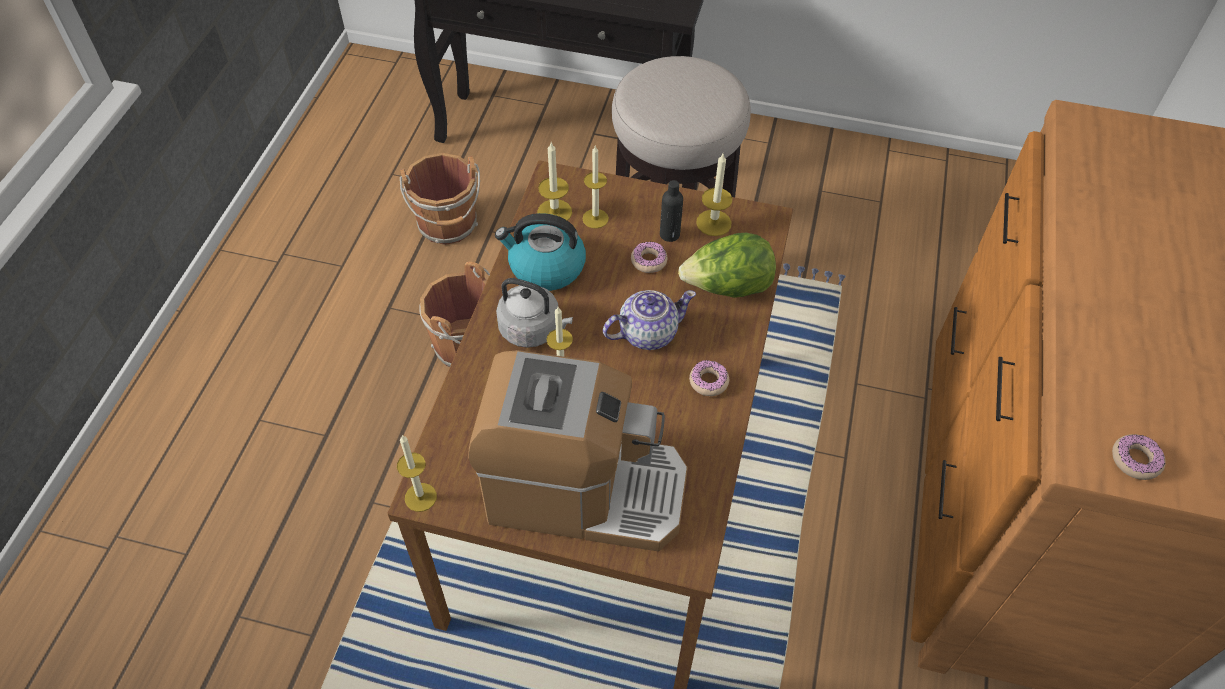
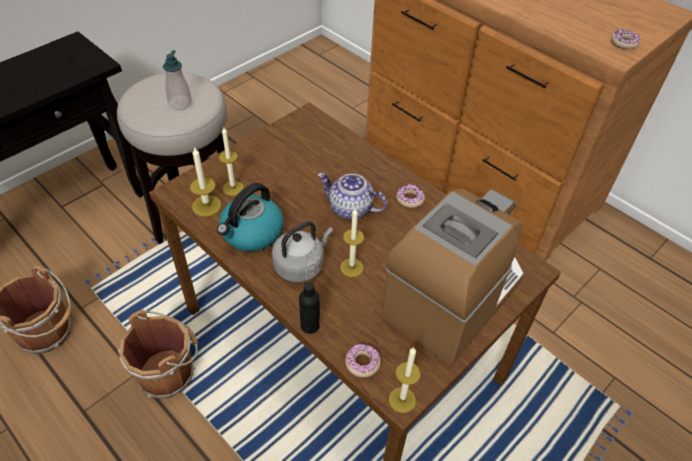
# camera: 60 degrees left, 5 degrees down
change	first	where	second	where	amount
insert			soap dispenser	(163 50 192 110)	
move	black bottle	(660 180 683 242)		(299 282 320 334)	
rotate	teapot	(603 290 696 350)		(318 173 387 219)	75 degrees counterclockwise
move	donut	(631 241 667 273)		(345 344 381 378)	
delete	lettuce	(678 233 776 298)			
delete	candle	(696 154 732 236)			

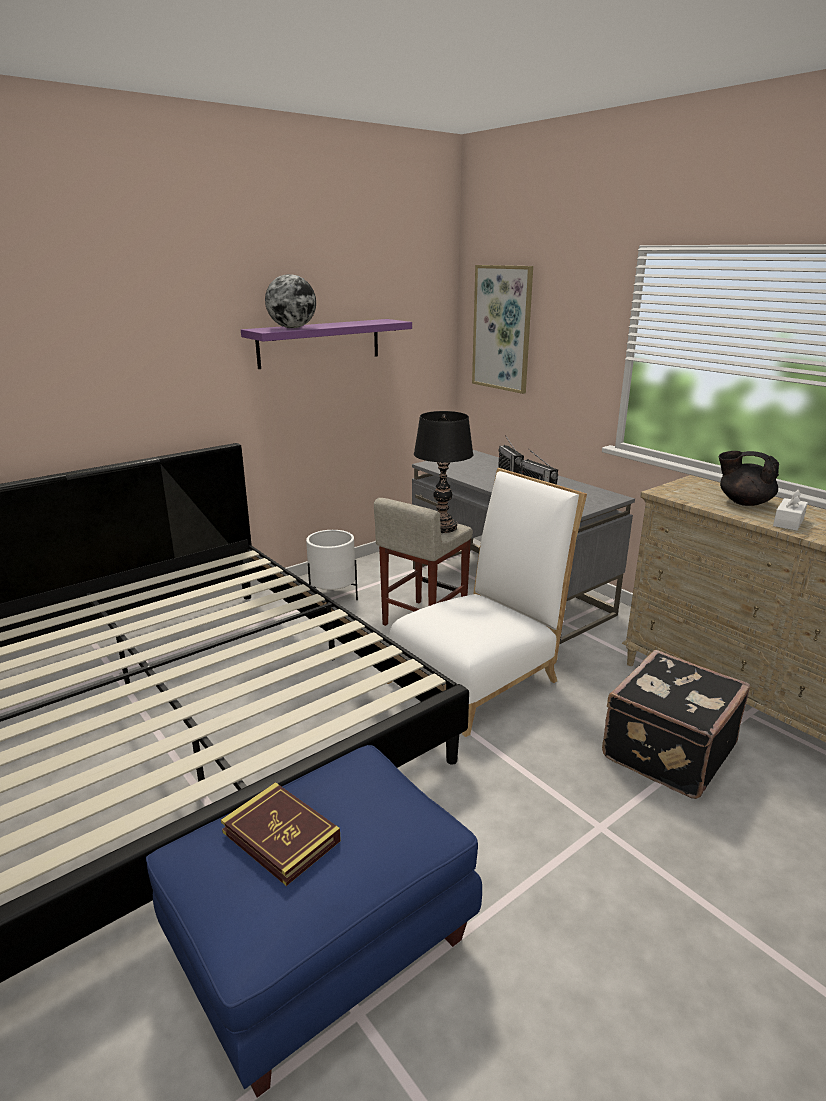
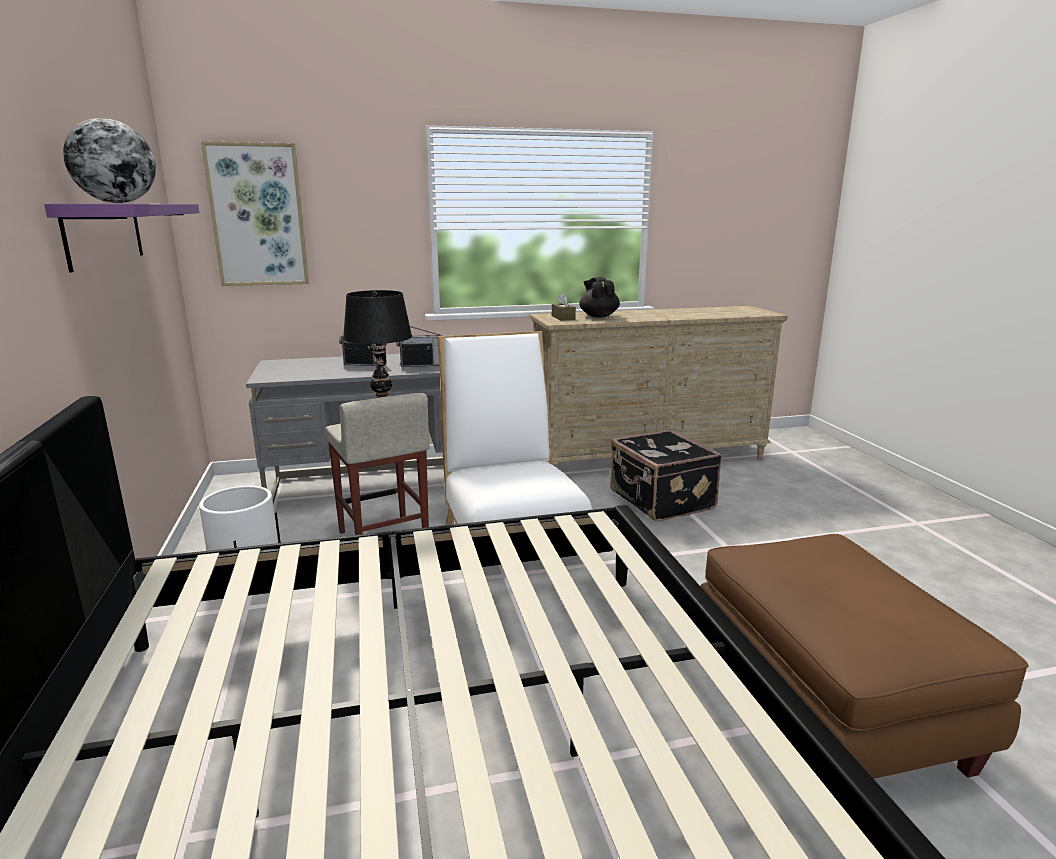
# camera: 65 degrees left, 5 degrees down
change	first	where	second	where	amount
insert			brown tissue box	(552 293 576 321)	
rotate	black teapot	(719 451 779 506)		(579 277 620 318)	105 degrees clockwise
recolor	blue ottoman	(146 745 482 1098)	brown ottoman	(700 534 1028 779)	
delete	book	(221 782 341 886)			
delete	white tissue box	(773 489 808 531)			

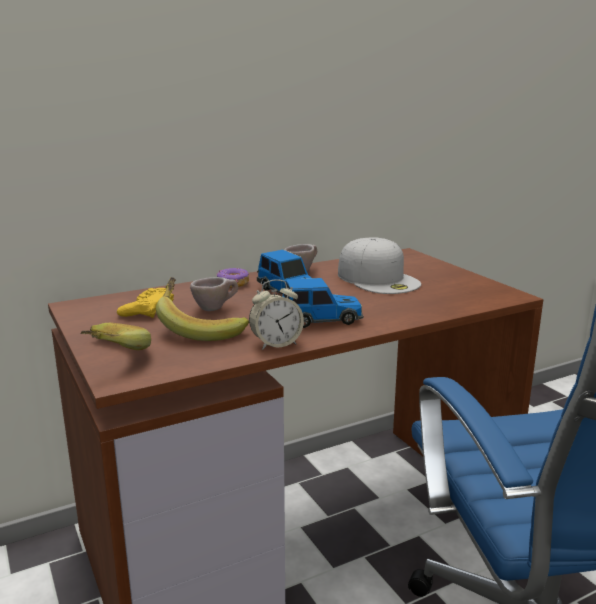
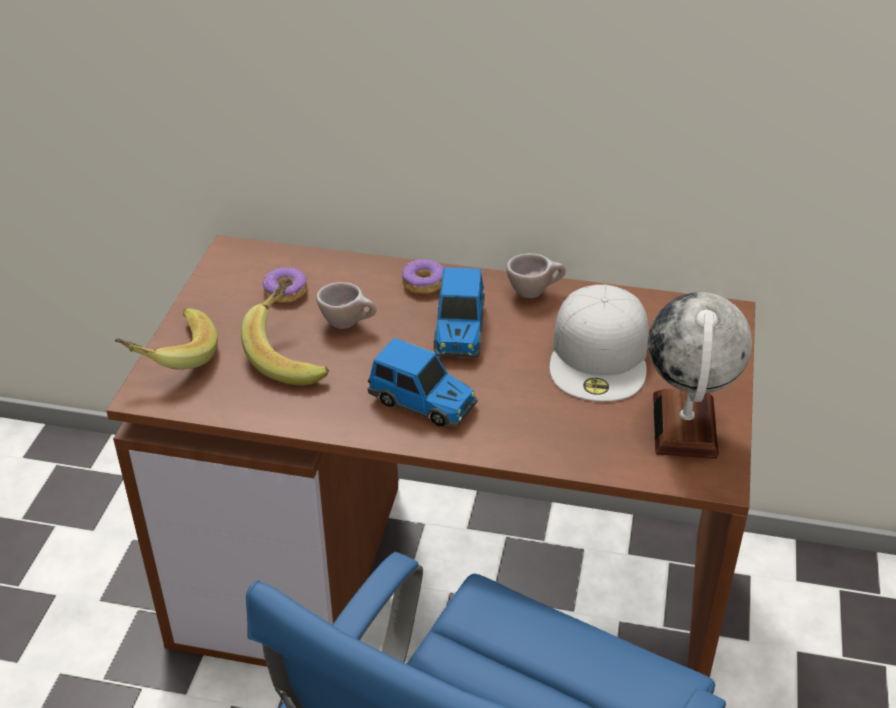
# camera: 40 degrees right, 20 degrees up
change	first	where	second	where	amount
replace	yellow game controller	(117 288 174 318)	donut	(262 267 307 303)	
insert			globe	(648 292 752 459)	
delete	alarm clock	(249 279 304 350)			

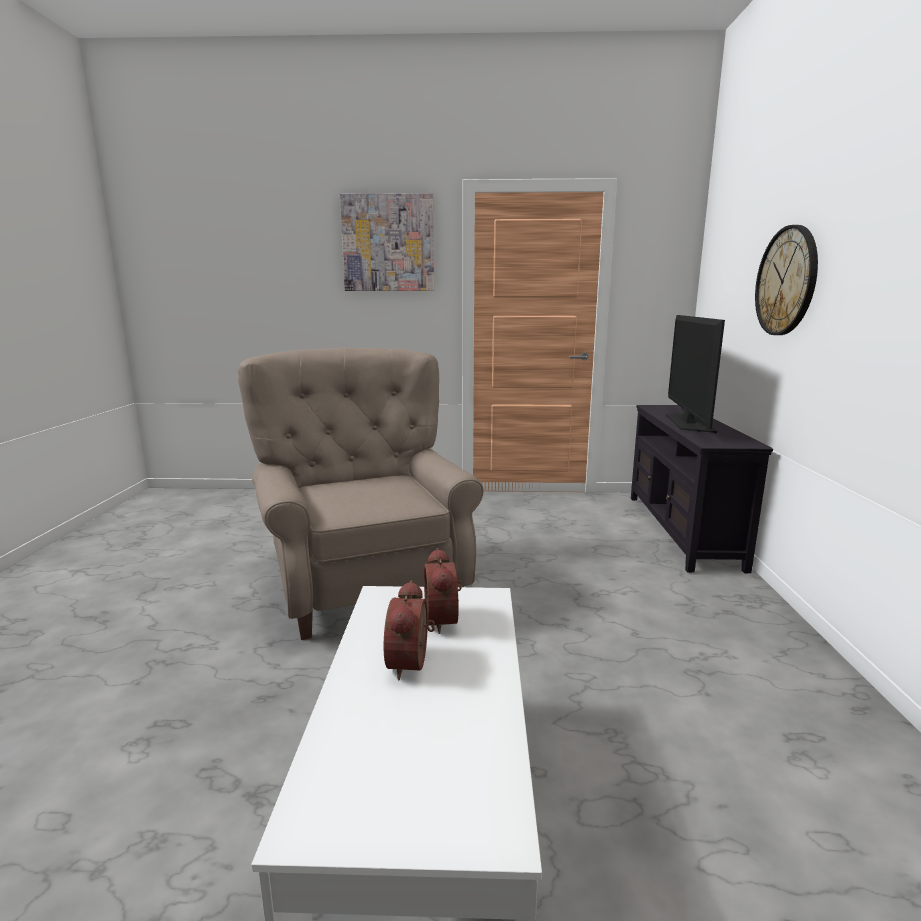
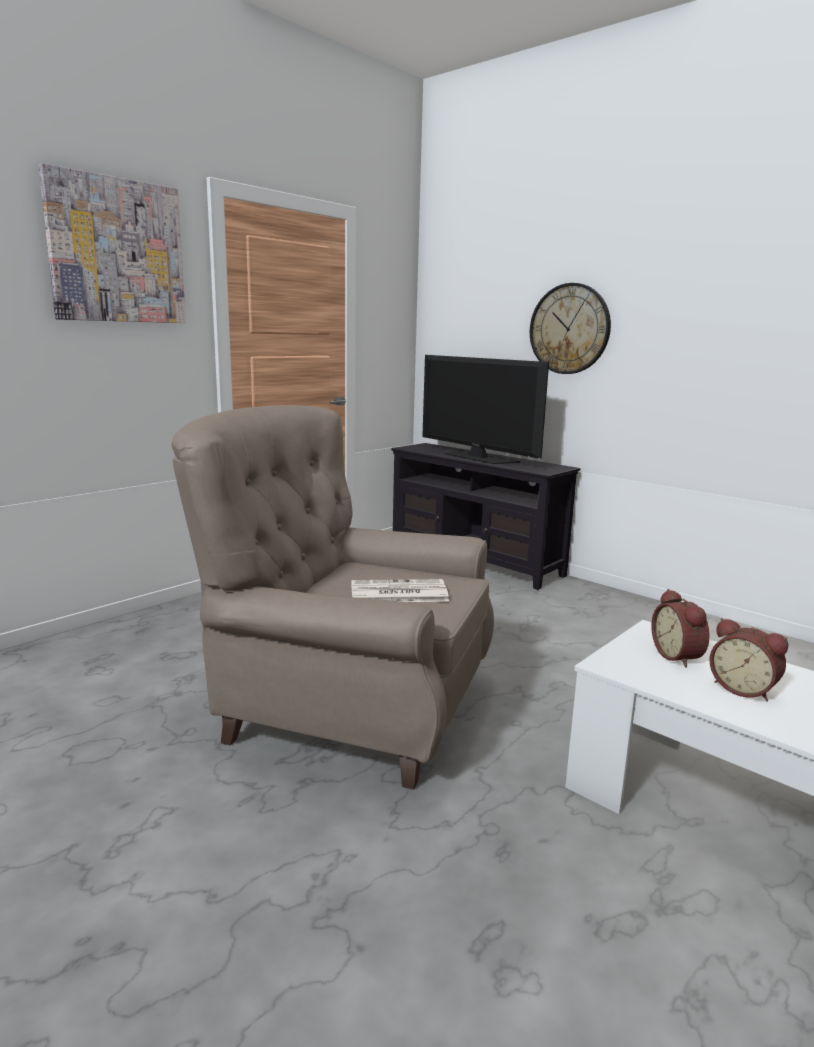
# camera: 50 degrees left, 0 degrees up
change	first	where	second	where	amount
insert			newspaper	(351 579 449 602)	
rotate	alarm clock	(424 548 462 634)		(651 589 709 668)	45 degrees clockwise

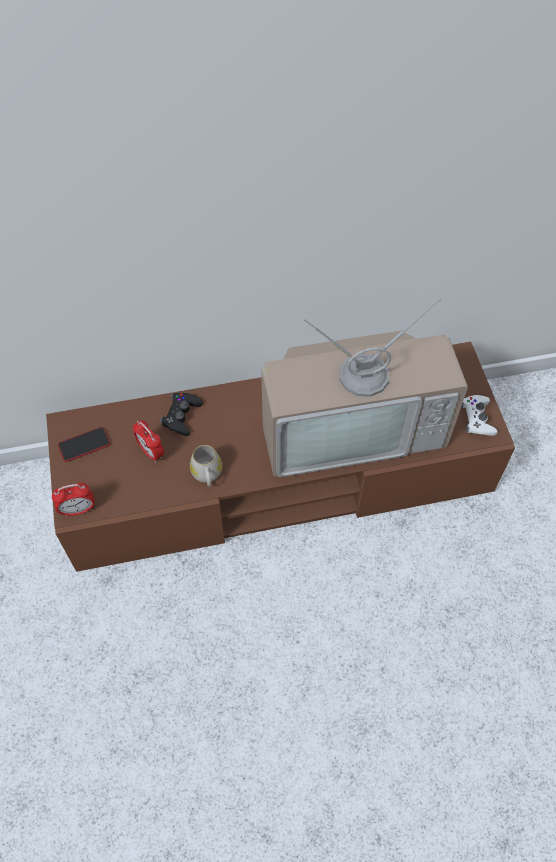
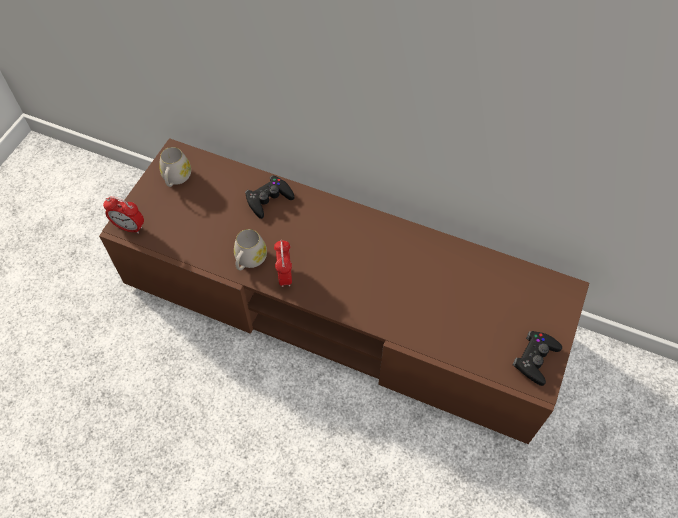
# camera: 35 degrees right, 0 degrees up
change	first	where	second	where	amount
replace	phone	(58 427 110 462)	white mug	(160 147 191 187)	
move	alarm clock	(133 421 164 462)		(274 240 292 287)	
recolor	white game controller	(461 395 498 436)	black game controller	(513 331 562 386)	
delete	television	(261 298 468 477)			

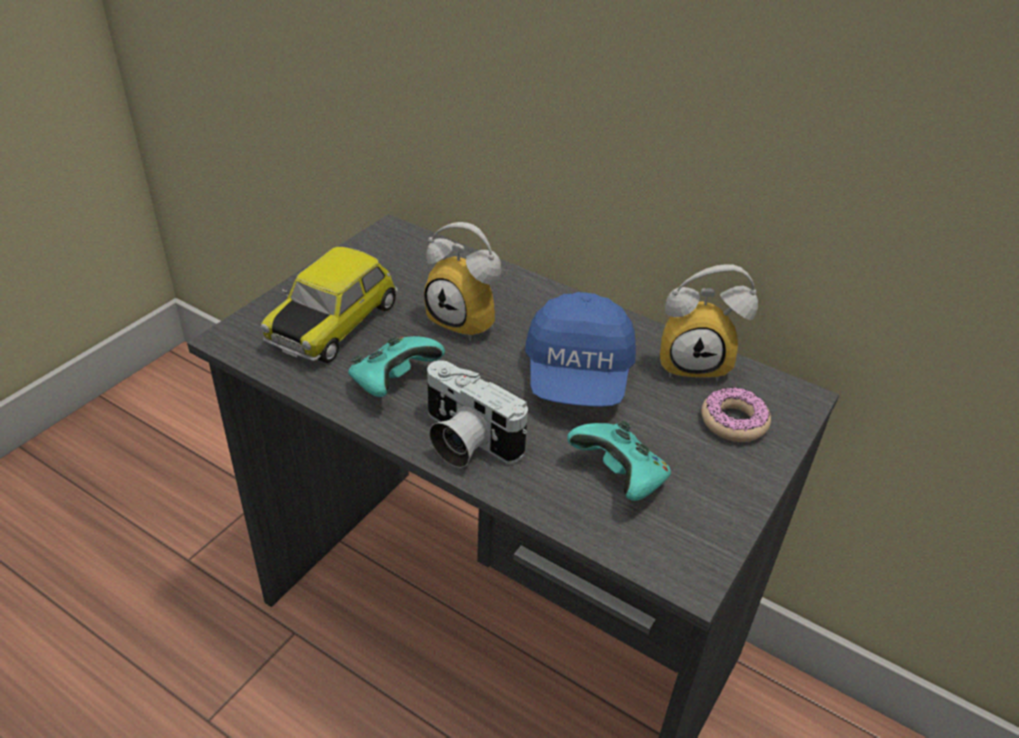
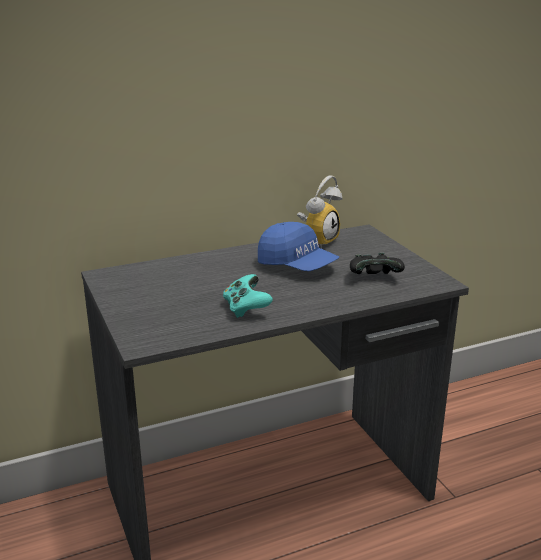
# camera: 55 degrees left, 15 degrees down
change	first	where	second	where	amount
recolor	turquoise game controller	(567 420 671 501)	black game controller	(350 253 405 274)	
delete	toy car	(260 247 398 363)			
delete	alarm clock	(424 222 501 341)			
delete	photo camera	(427 360 528 468)			
delete	donut	(701 386 771 442)			

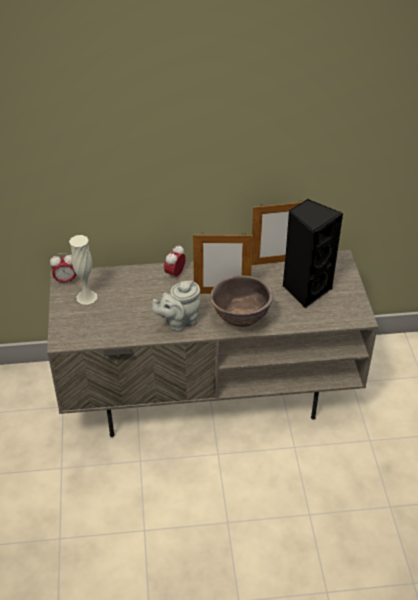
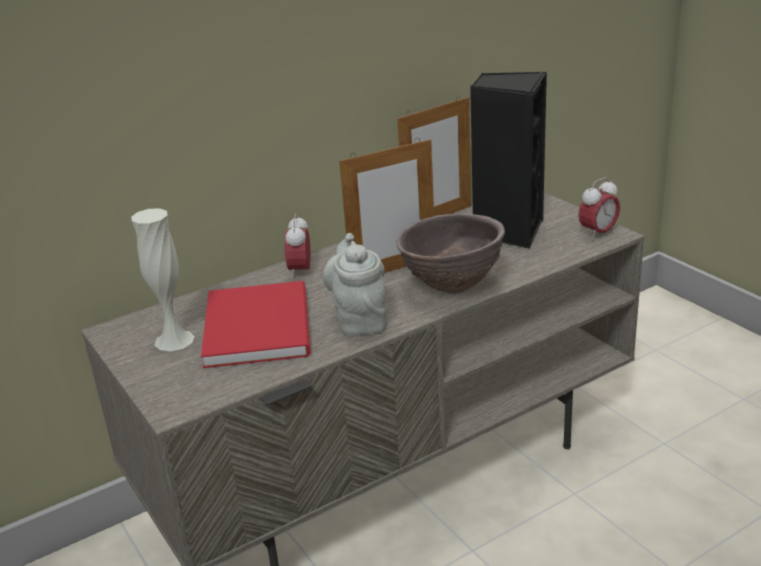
# camera: 25 degrees left, 15 degrees down
change	first	where	second	where	amount
insert			red book	(201 281 311 368)	
rotate	grey teapot	(152 280 201 332)		(323 233 387 336)	135 degrees clockwise
move	alarm clock	(50 253 76 285)		(578 177 620 240)	

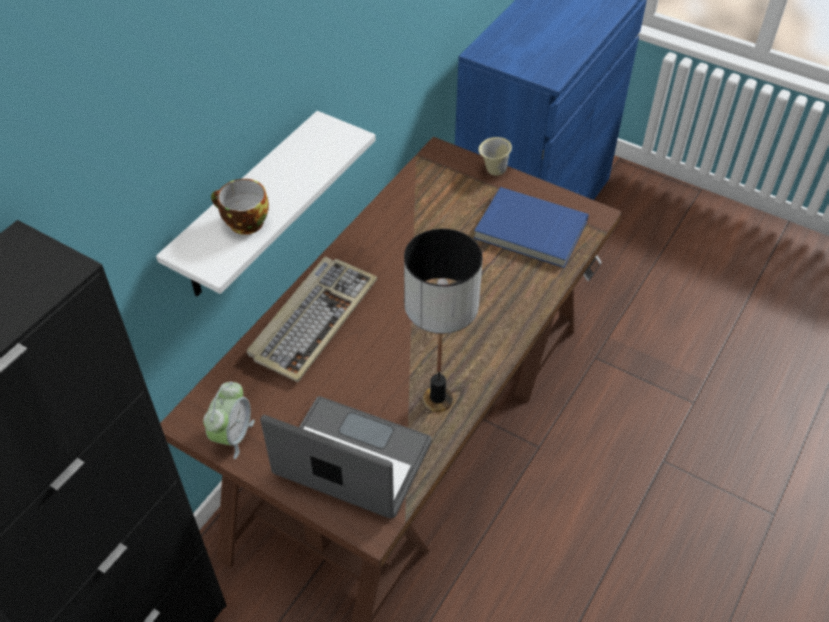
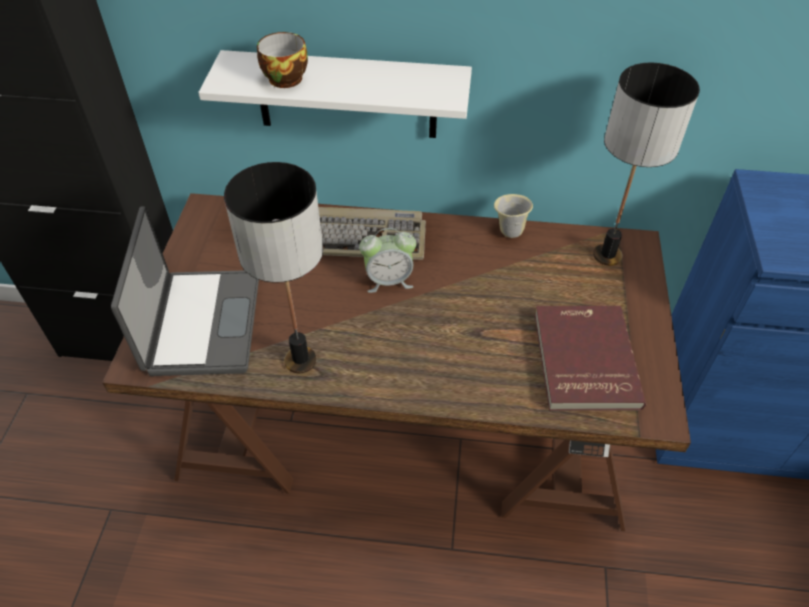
# camera: 65 degrees right, 0 degrees up
change	first	where	second	where	amount
move	alarm clock	(203 382 255 459)		(359 228 416 293)	
move	beige mug	(478 137 512 176)		(494 194 533 238)	
recolor	blue book	(474 187 589 268)	red book	(534 306 646 411)	
insert			table lamp	(593 62 700 266)	

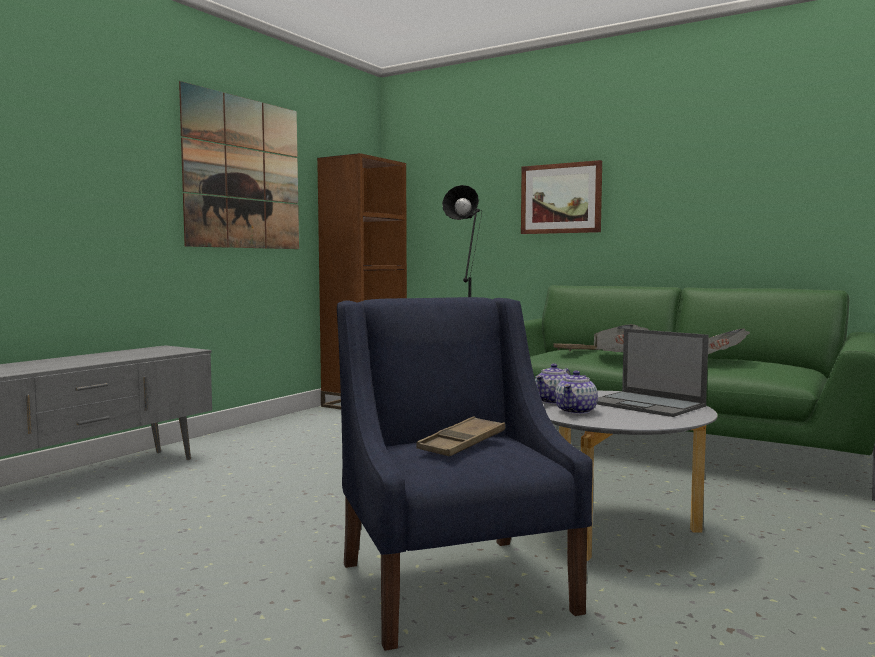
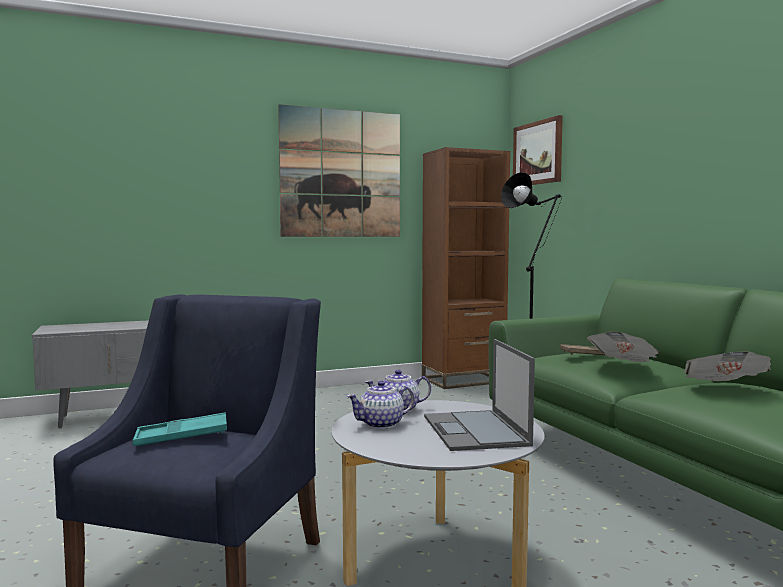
# camera: 35 degrees right, 0 degrees up
change	first	where	second	where	amount
recolor	brown tray	(416 416 505 456)	turquoise tray	(133 412 227 446)	
move	picture	(521 160 602 234)		(513 115 563 185)	

